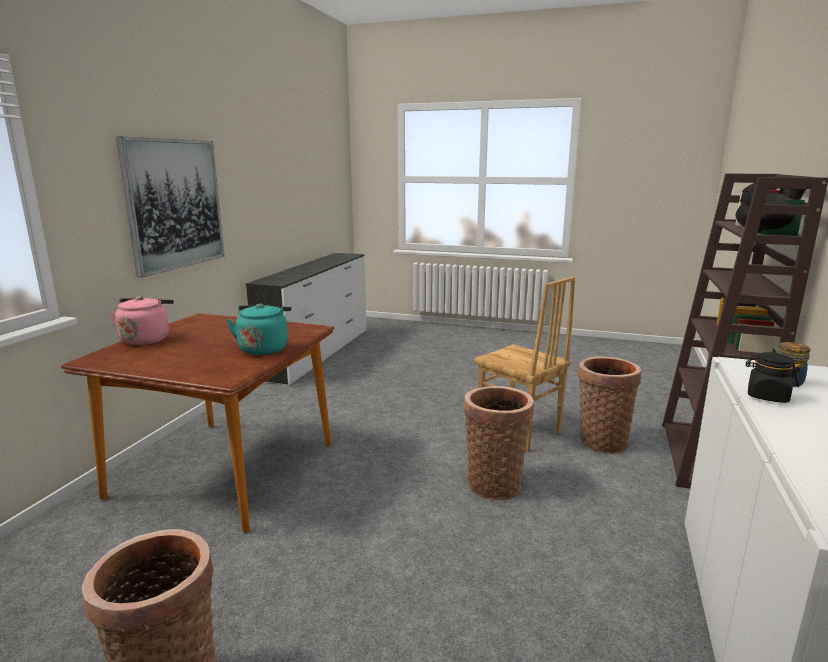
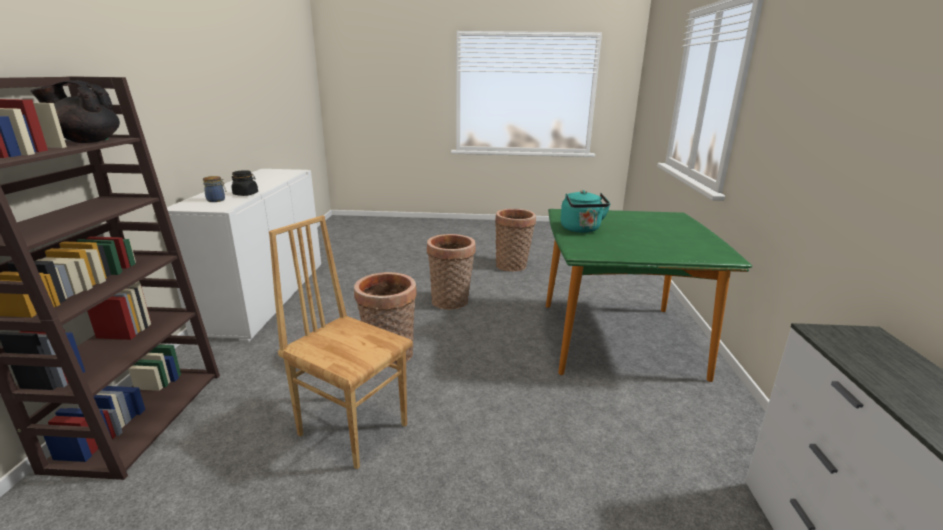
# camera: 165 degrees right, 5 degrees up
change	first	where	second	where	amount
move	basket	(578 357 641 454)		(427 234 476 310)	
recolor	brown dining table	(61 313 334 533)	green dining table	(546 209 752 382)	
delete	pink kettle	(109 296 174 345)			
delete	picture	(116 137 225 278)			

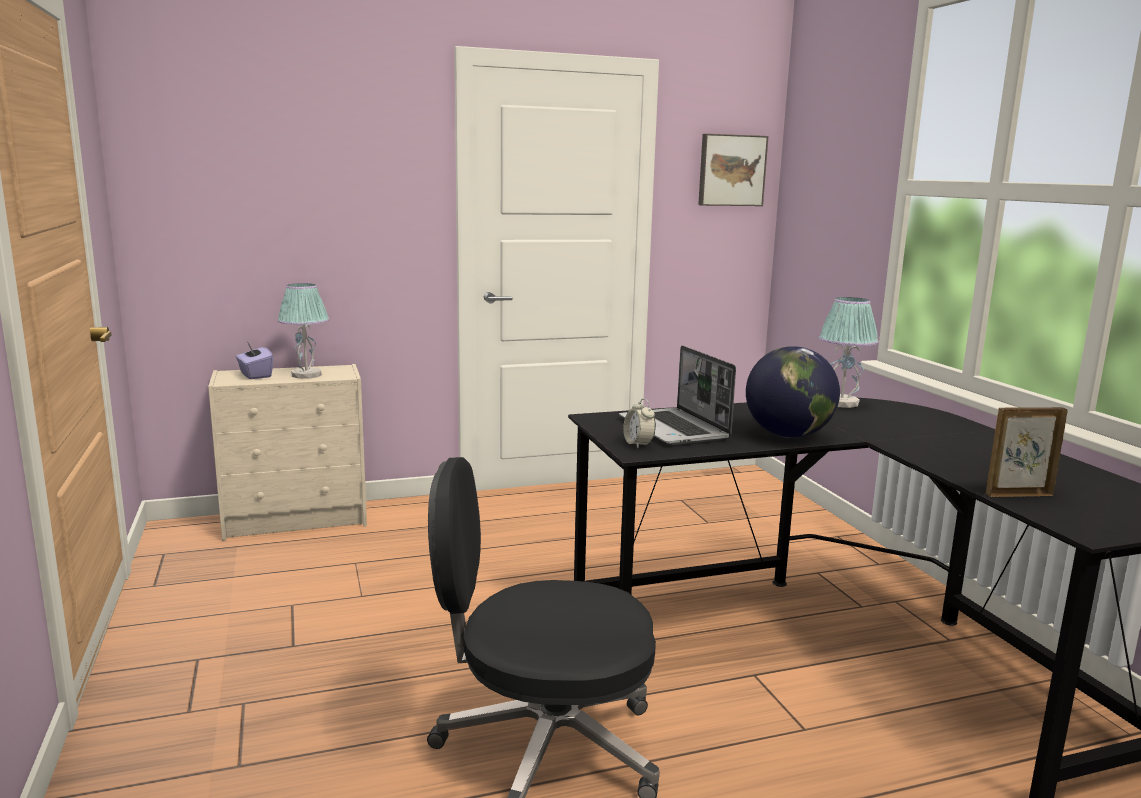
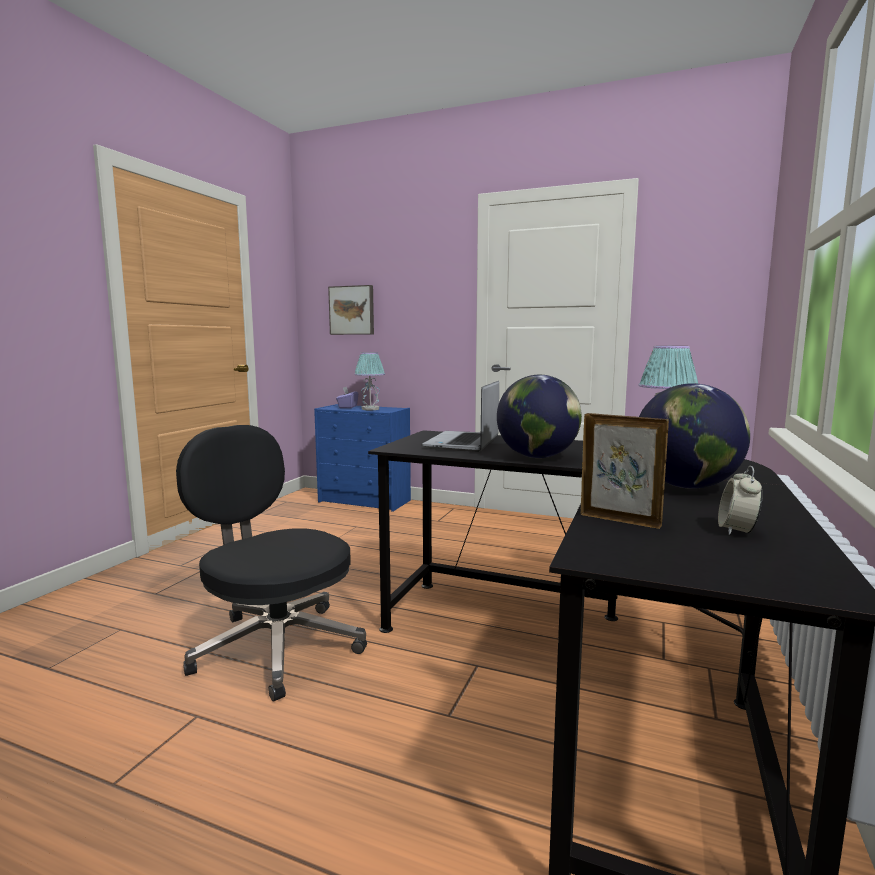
# camera: 40 degrees right, 5 degrees down
change	first	where	second	where	amount
recolor	beige dresser	(208 364 367 541)	blue dresser	(314 404 411 512)	
move	picture	(698 134 768 206)		(328 285 374 335)	
insert			globe	(639 383 750 489)	
move	alarm clock	(623 398 656 448)		(718 466 763 535)	

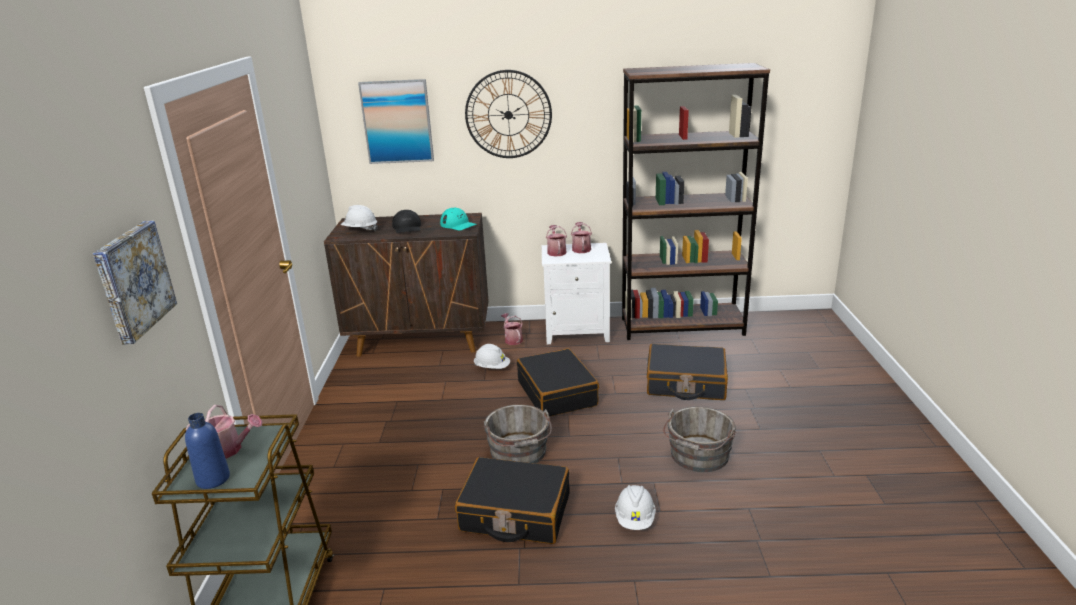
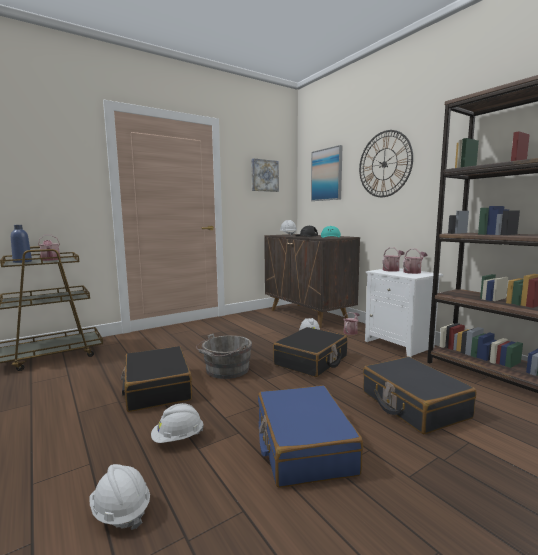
# camera: 55 degrees right, 15 degrees down
change	first	where	second	where	amount
insert			white hard hat	(90 464 150 530)	
move	picture	(93 221 177 345)		(251 158 279 192)	
replace	grey bucket	(663 407 736 472)	blue suitcase	(258 385 363 488)	

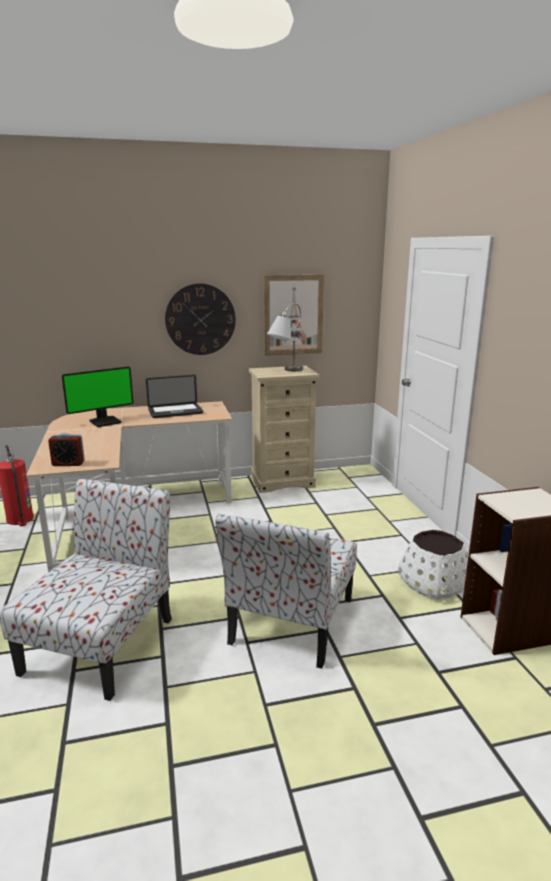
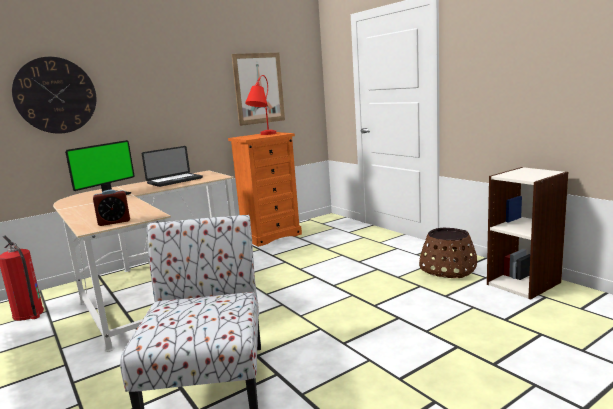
# camera: 20 degrees left, 5 degrees down
change	first	where	second	where	amount
move	wall clock	(165 283 236 355)		(12 57 96 134)	
recolor	beige dresser	(249 366 319 493)	orange dresser	(228 132 302 247)	
recolor	grey table lamp	(267 303 303 372)	red table lamp	(245 75 276 135)	
recolor	white planter	(398 530 468 599)	brown planter	(419 228 477 278)	
delete	chair	(215 514 357 669)			

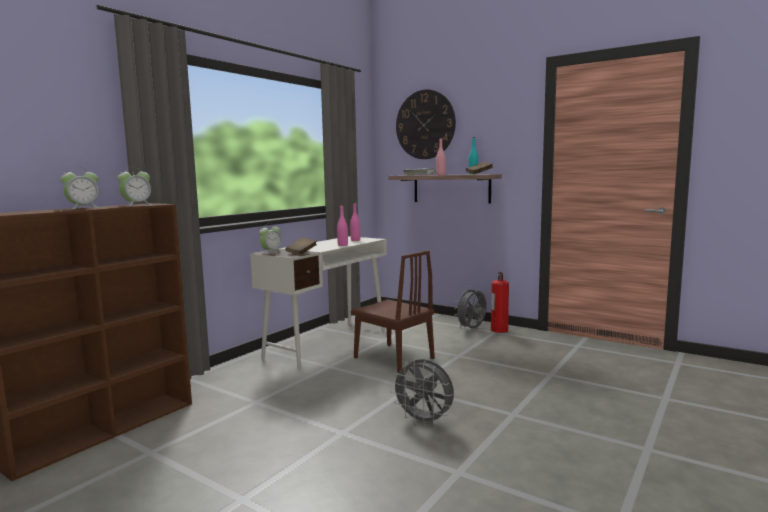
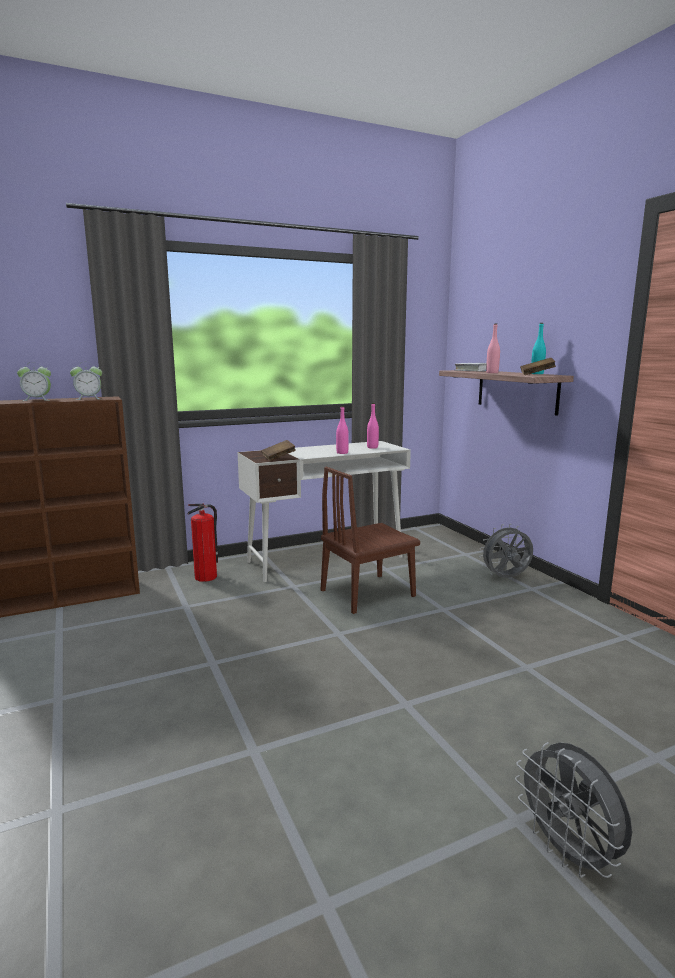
# camera: 30 degrees right, 5 degrees up
change	first	where	second	where	amount
move	fire extinguisher	(491 272 509 333)		(187 504 218 582)	
rotate	brown chair	(351 251 435 373)		(321 467 420 614)	75 degrees clockwise
move	grey fan	(391 359 454 427)		(515 742 632 878)	
delete	alarm clock	(259 223 283 254)			
delete	wall clock	(396 90 456 159)			

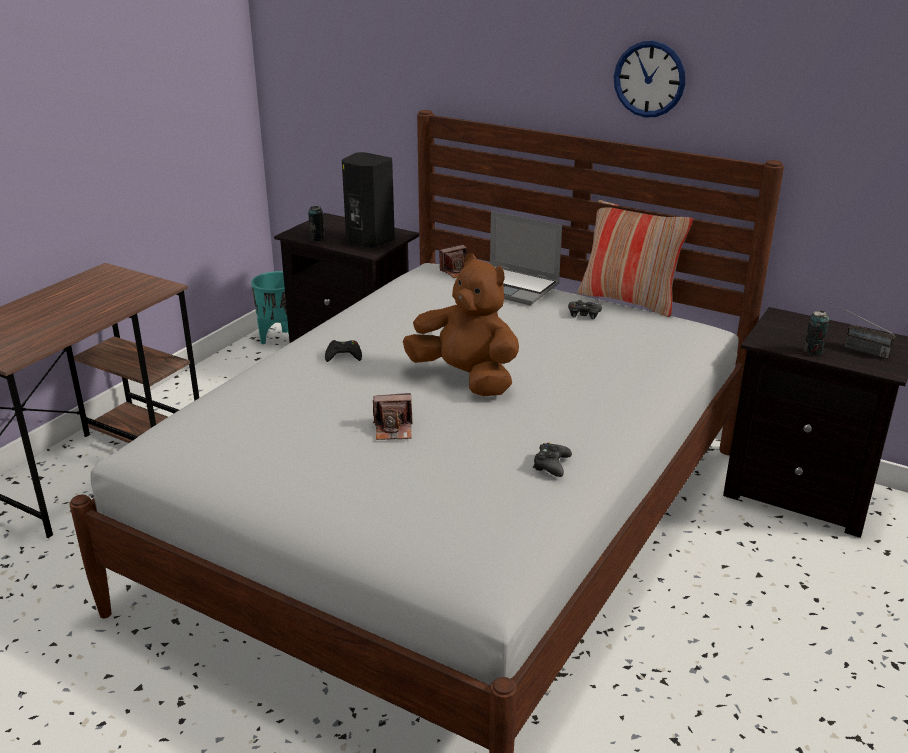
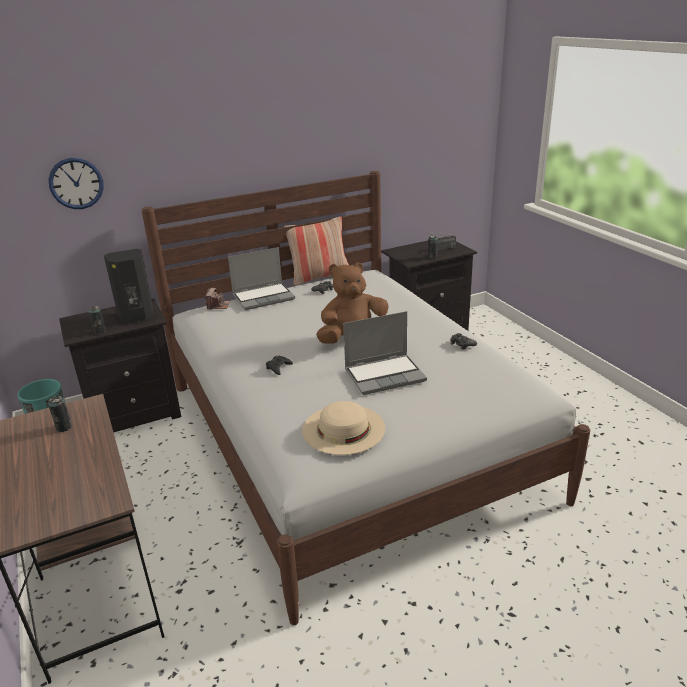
# camera: 55 degrees left, 0 degrees up
change	first	where	second	where	amount
move	wall clock	(614 41 686 118)		(48 158 104 209)	
insert			can	(48 395 72 432)	
insert			beige hat	(302 401 385 455)	
replace	photo camera	(373 393 412 440)	laptop	(343 311 427 395)	

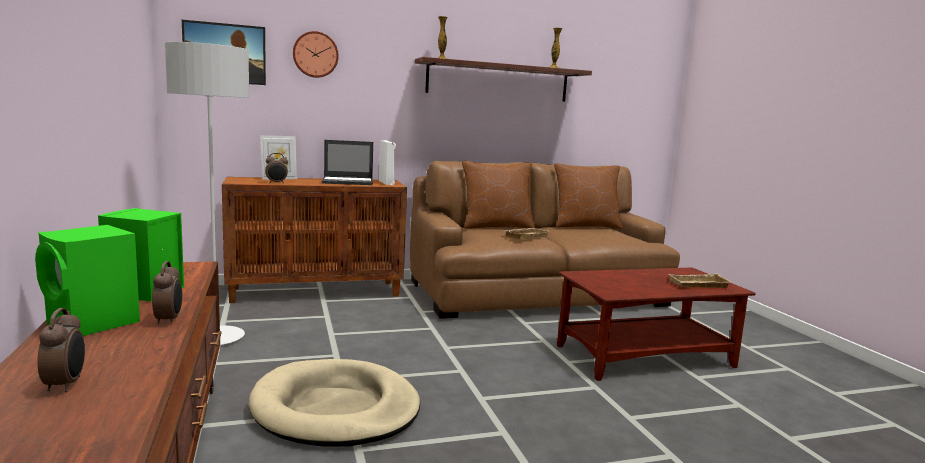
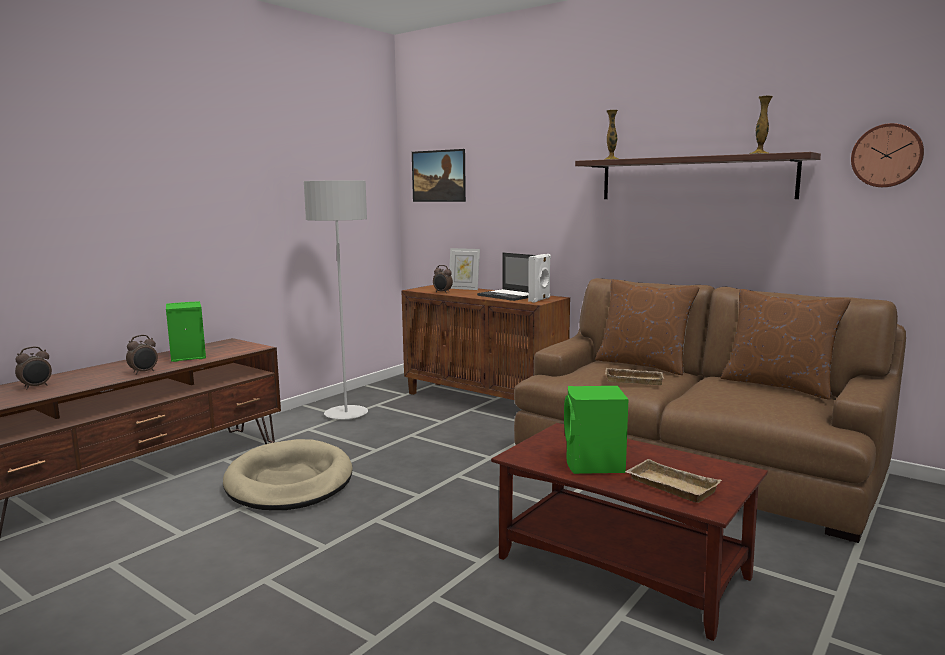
# camera: 55 degrees right, 0 degrees up
change	first	where	second	where	amount
move	green speaker	(35 225 140 336)		(564 386 628 474)	
move	wall clock	(293 31 339 78)		(851 123 924 187)	

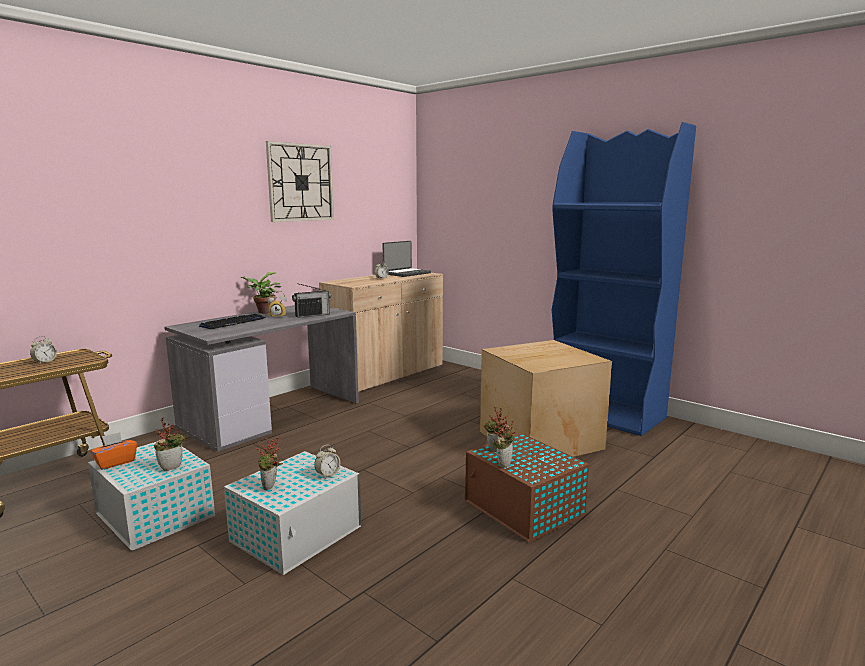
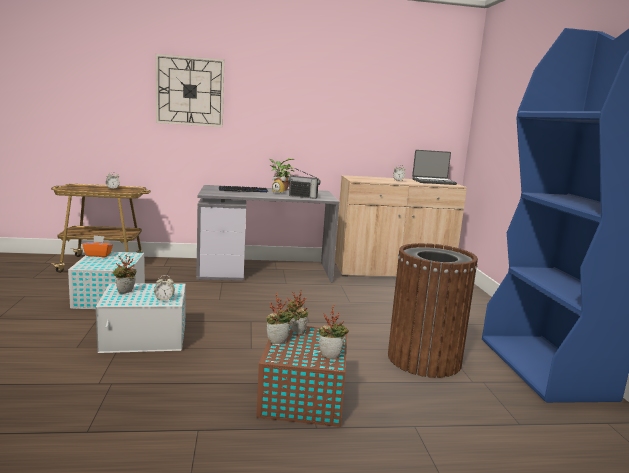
# camera: 40 degrees right, 0 degrees up
change	first	where	second	where	amount
move	wall clock	(266 141 334 222)		(156 54 224 127)	
move	potted plant	(153 418 185 471)		(319 305 349 358)	
replace	cardboard box	(480 340 612 457)	brown trash can	(388 243 478 378)	

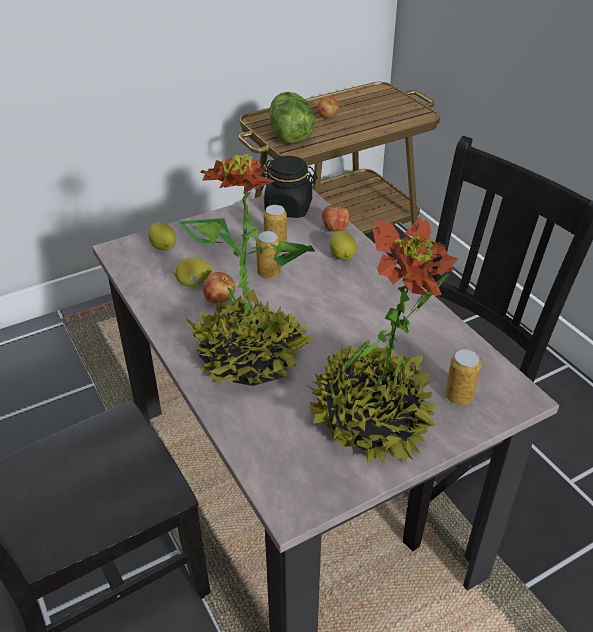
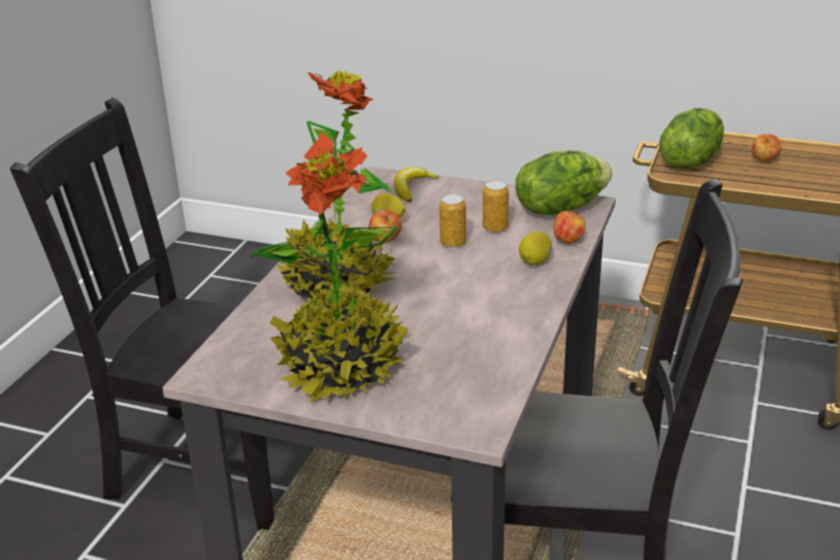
# camera: 50 degrees right, 10 degrees down
change	first	where	second	where	amount
replace	lemon	(148 222 176 250)	banana	(394 167 439 202)	
replace	black jar	(261 156 318 218)	lettuce	(515 151 612 215)	
delete	can	(445 349 481 405)			

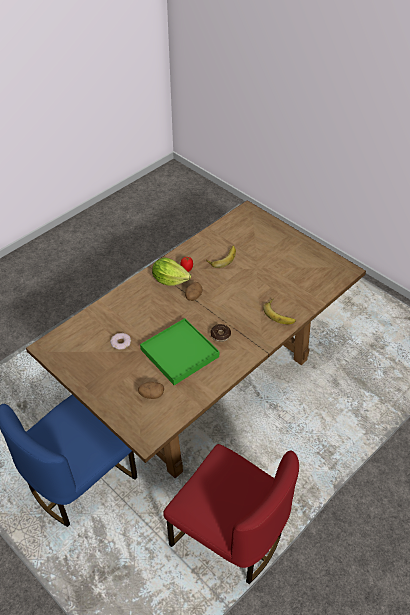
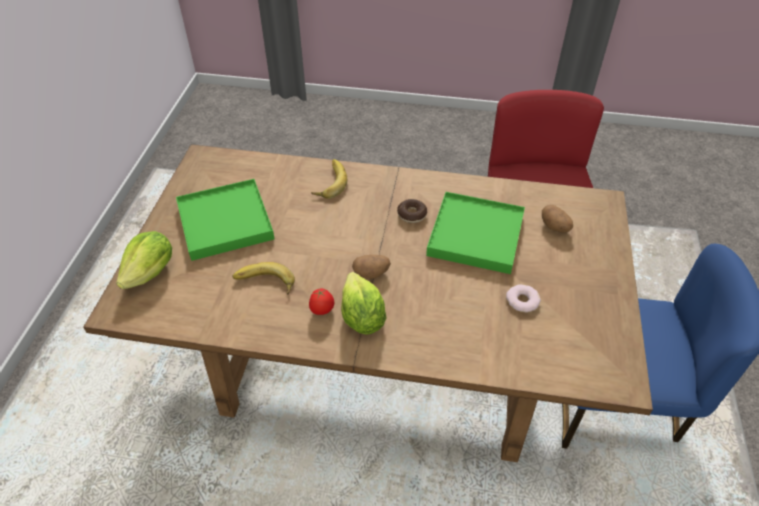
# camera: 125 degrees left, 0 degrees up
change	first	where	second	where	amount
insert			lettuce	(116 231 172 289)	
insert			green tray	(176 179 275 261)	

